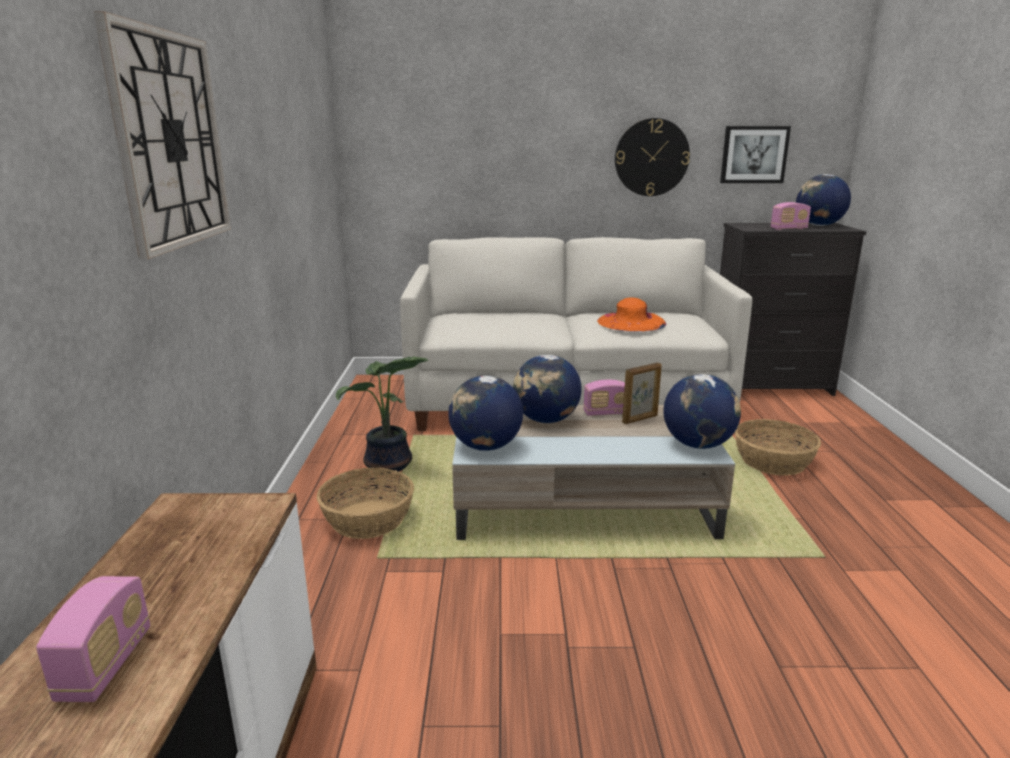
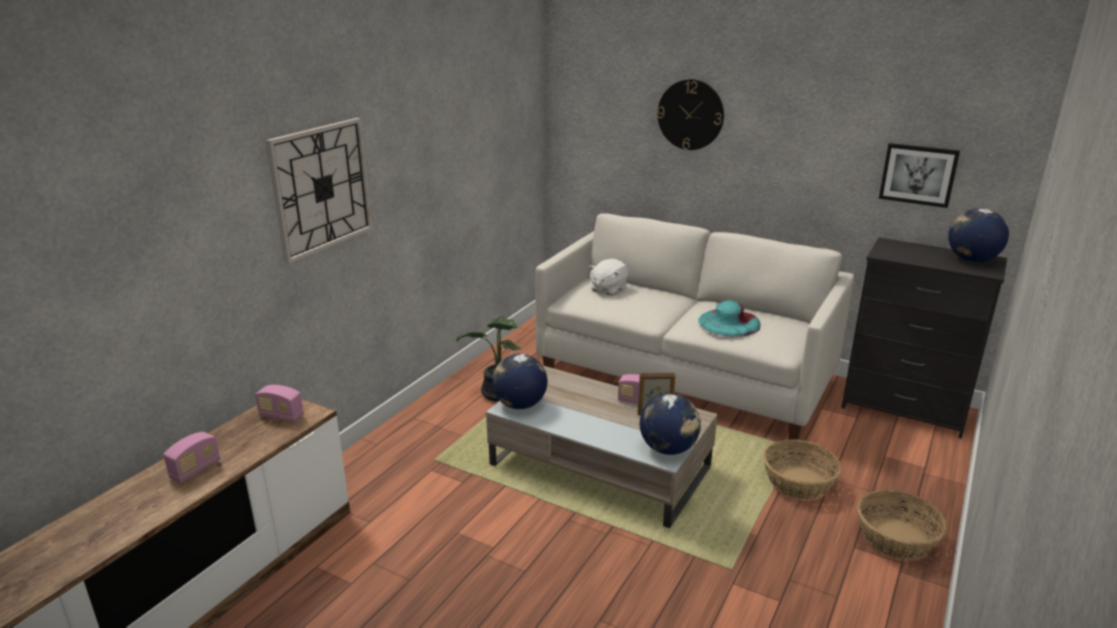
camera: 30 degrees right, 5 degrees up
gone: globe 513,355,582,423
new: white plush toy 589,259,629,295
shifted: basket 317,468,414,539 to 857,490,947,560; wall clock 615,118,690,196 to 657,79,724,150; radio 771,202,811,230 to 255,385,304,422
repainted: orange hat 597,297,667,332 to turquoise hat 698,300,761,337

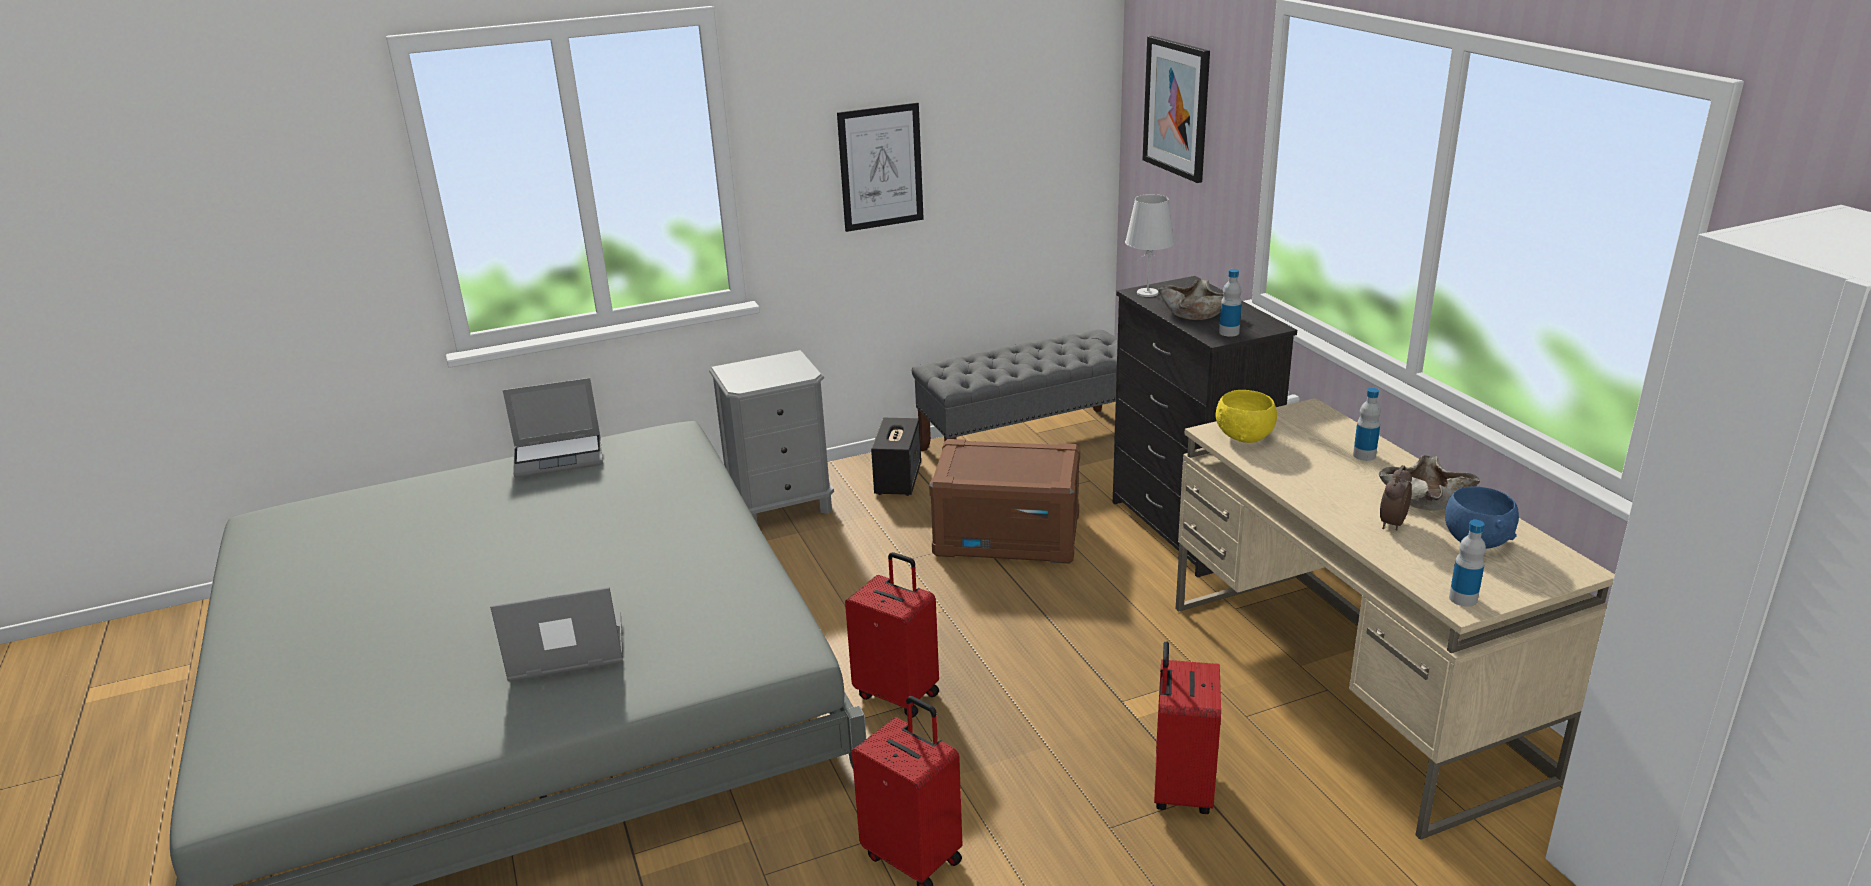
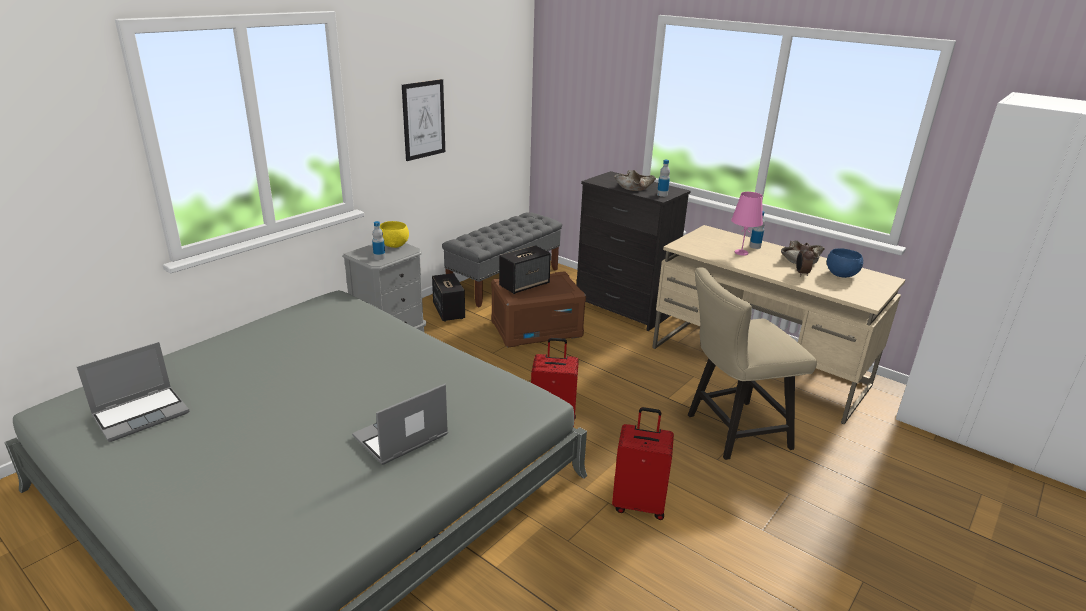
camera: 30 degrees left, 0 degrees up
gone: white table lamp 1125,194,1175,297; picture 1143,36,1210,183
new: speaker 499,246,551,294; pink table lamp 731,192,763,256
shifted: laptop 503,378,603,478 to 77,342,189,442; yellow bowl 1216,390,1277,443 to 380,221,409,248; bottle 1449,520,1486,607 to 372,221,385,260
swapped: red suitcase 1154,641,1221,814 to beige chair 688,268,817,460

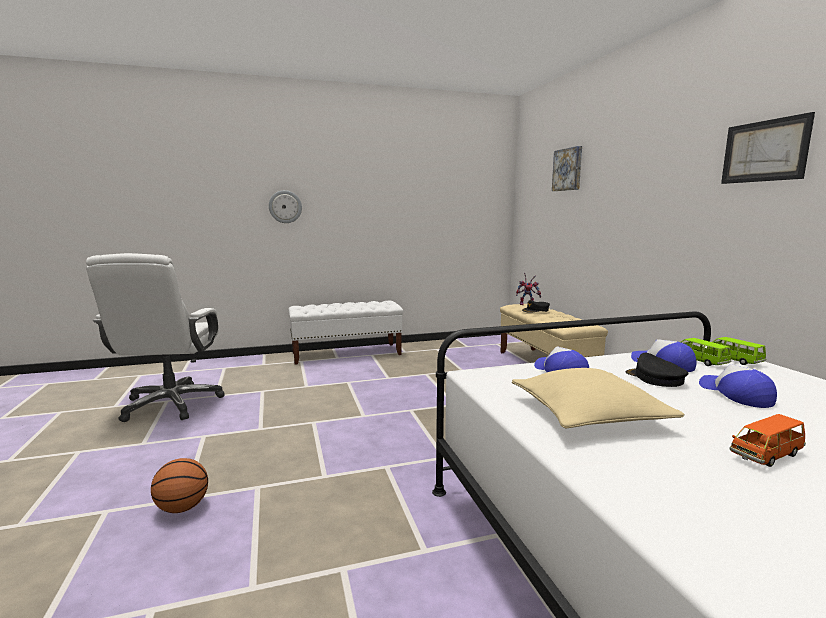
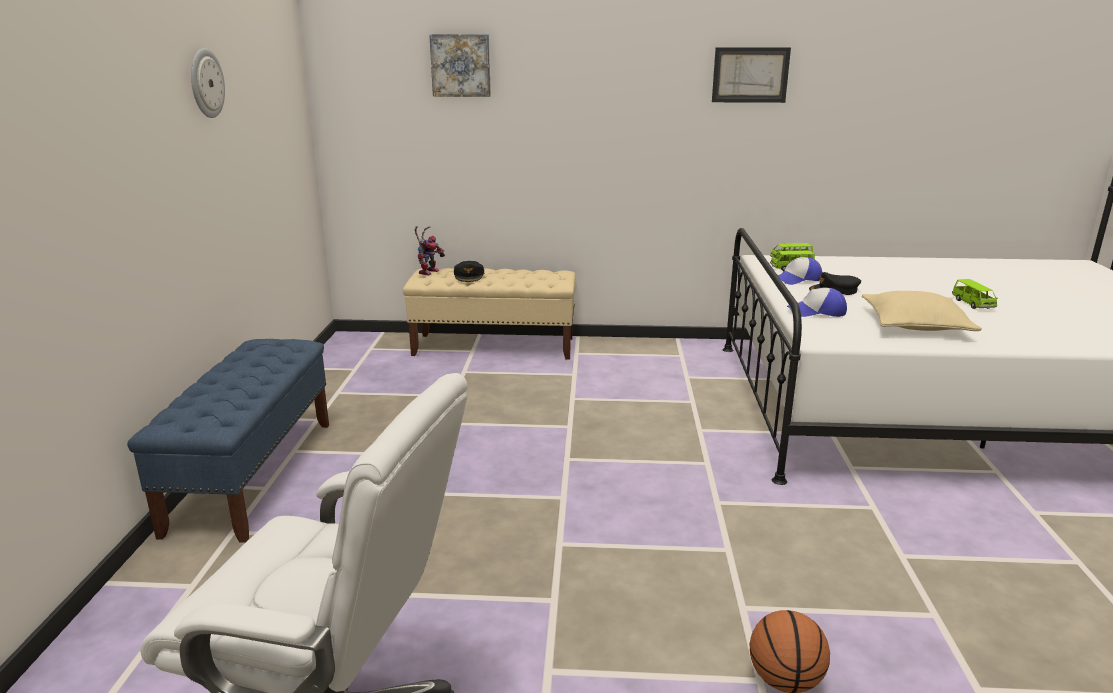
camera: 70 degrees left, 10 degrees up
gone: cap 699,364,777,408
shifted: wall clock 269,190,302,223 to 191,48,225,118
repainted: white bench 288,301,403,365 to blue bench 127,339,329,543; orange toy car 729,414,806,467 to green toy car 952,279,997,309

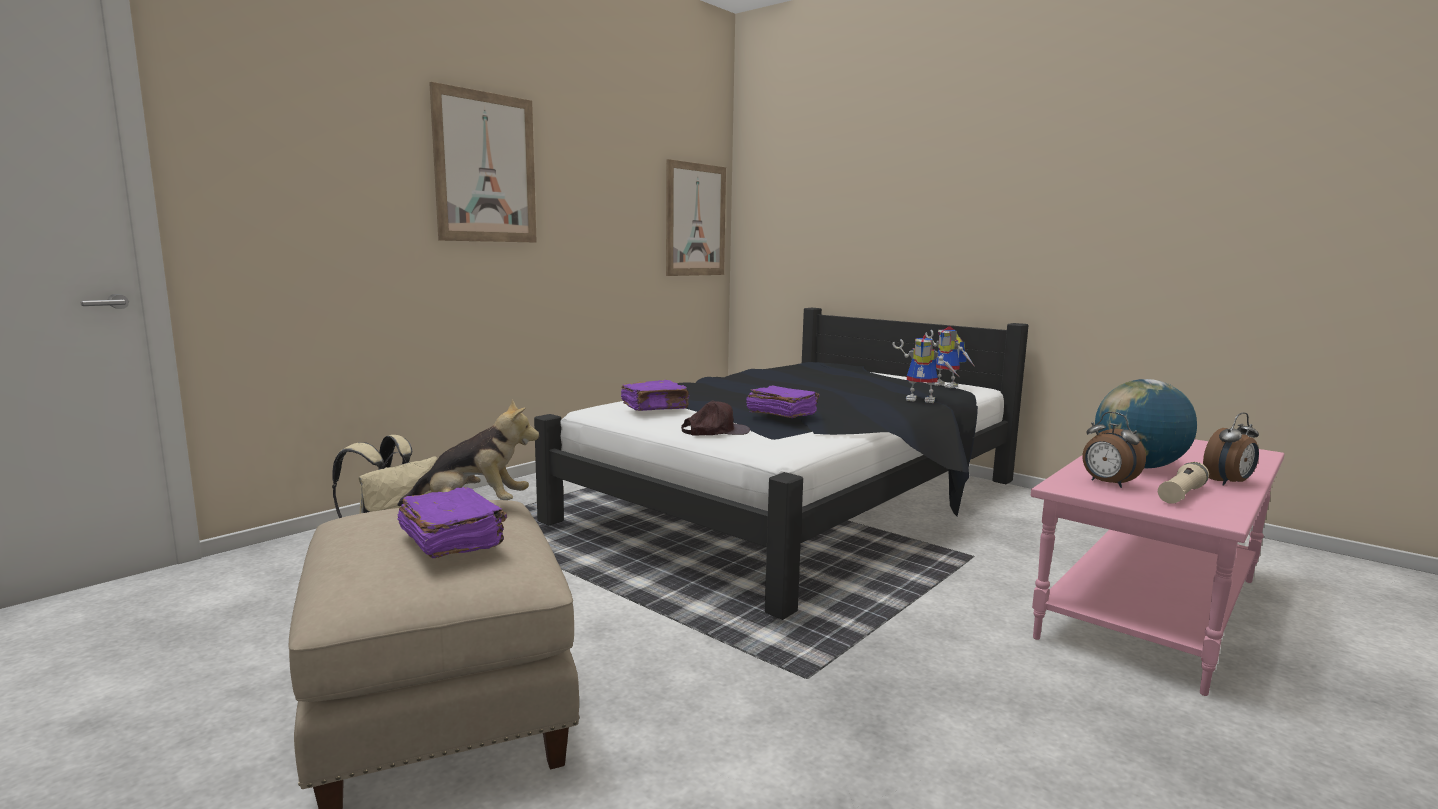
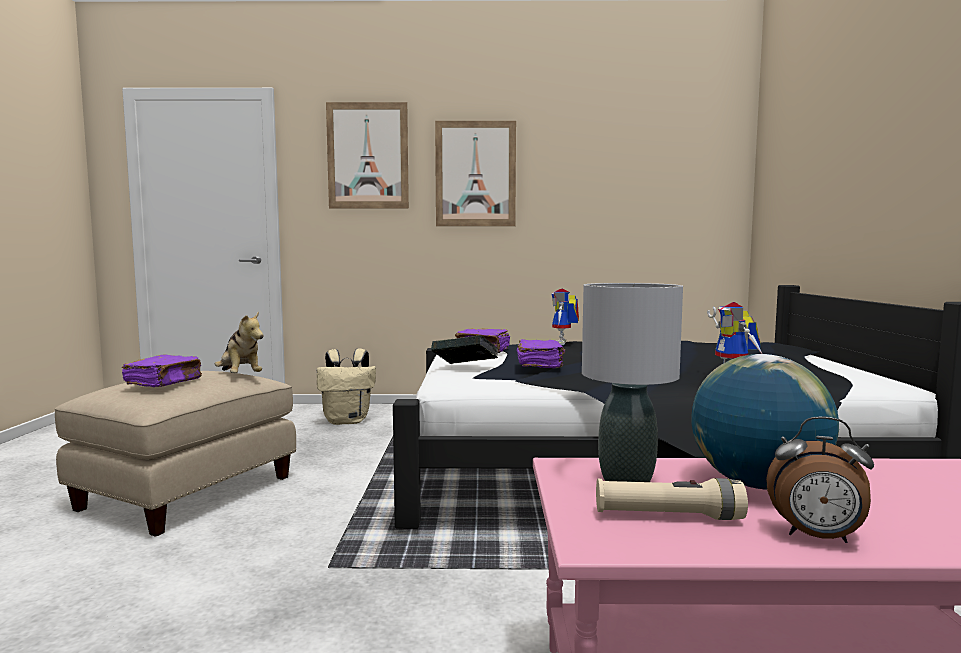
camera: 50 degrees right, 5 degrees down
shifted: picture 666,159,726,276 to 326,102,409,209; toy robot 925,326,975,388 to 552,289,579,345
swapped: brown cap 681,400,750,435 to book 431,335,498,364; alarm clock 1083,412,1146,488 to grey table lamp 582,283,683,482

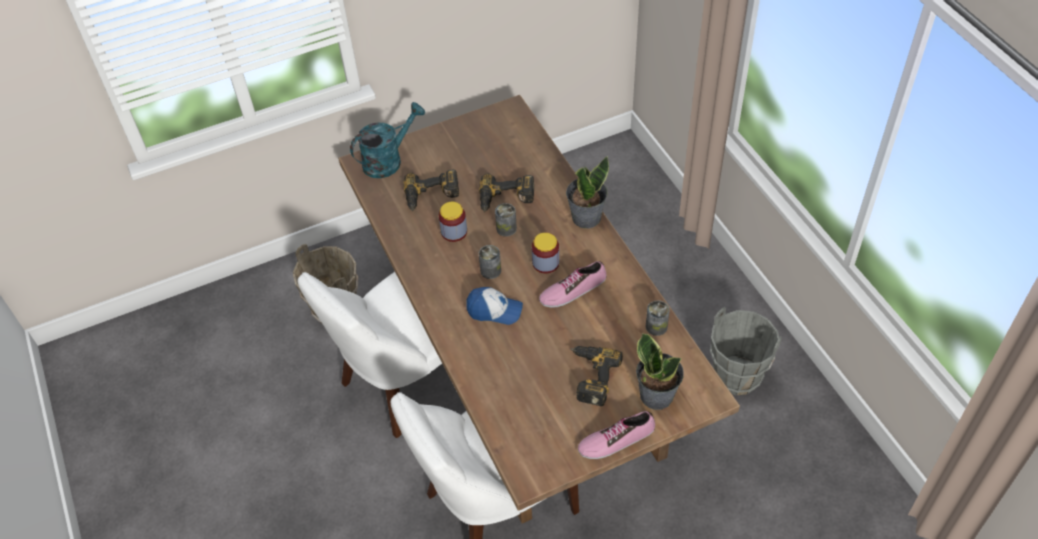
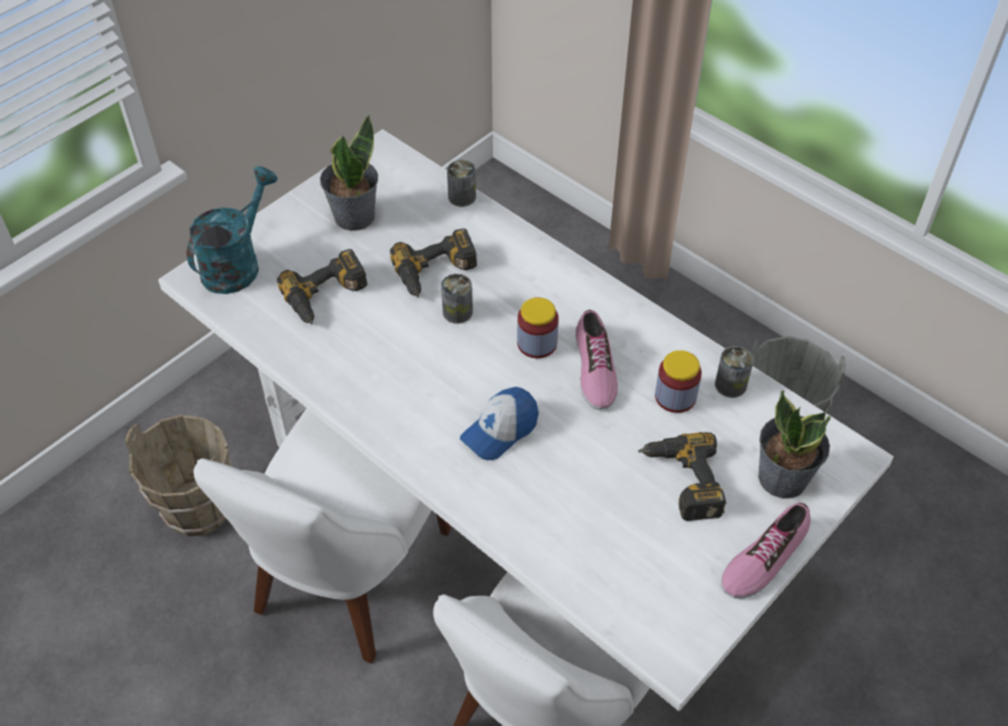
camera: 25 degrees left, 0 degrees up
shifted: jar 439,202,467,242 to 655,350,702,413; can 479,245,501,279 to 447,160,476,207; potted plant 566,156,609,229 to 320,115,378,231
repainted: brown dining table 338,95,740,523 to white dining table 158,129,894,711
rotated: cap 467,287,523,325 = 460,387,539,460 150 degrees clockwise; shoe 539,261,607,308 = 576,310,618,410 45 degrees counterclockwise

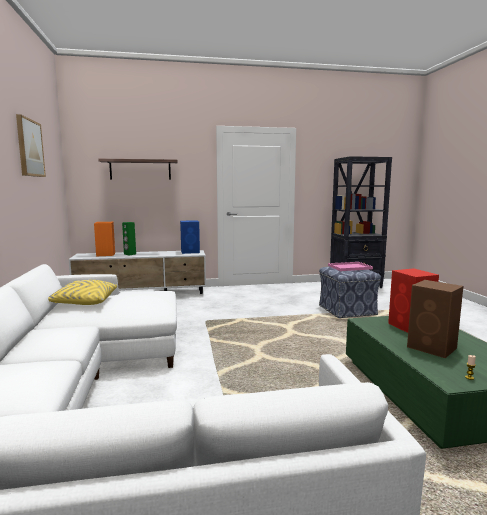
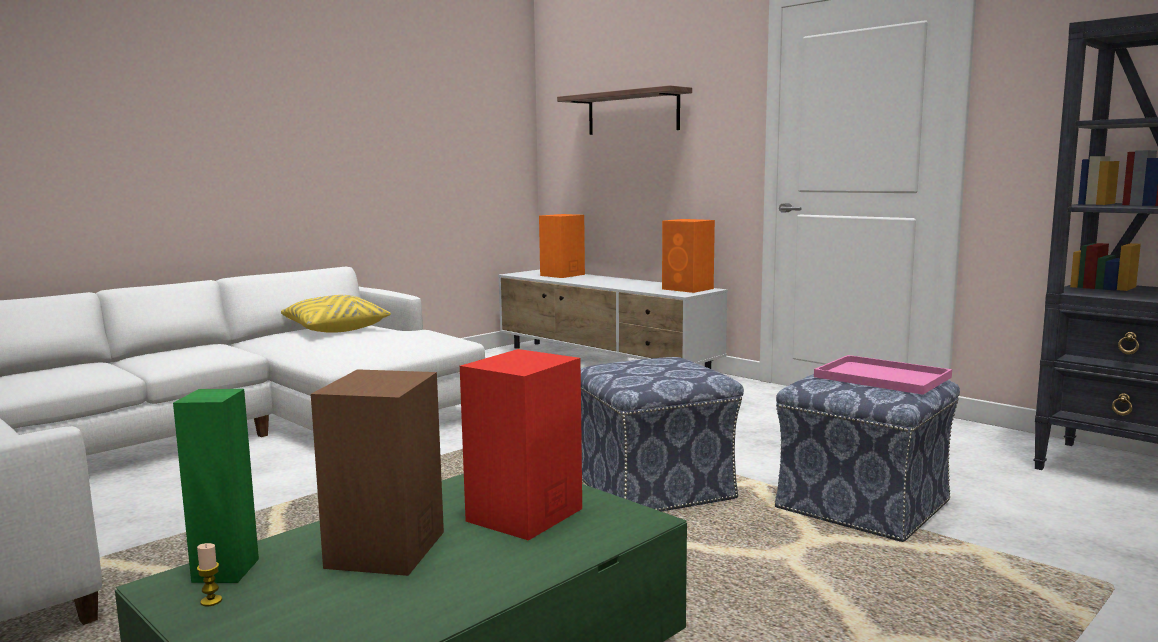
camera: 55 degrees right, 0 degrees up
gone: picture 16,114,46,177
new: ottoman 581,357,744,512
shifted: green speaker 122,222,136,256 to 173,389,259,583
repainted: blue speaker 180,220,200,254 to orange speaker 662,219,715,293

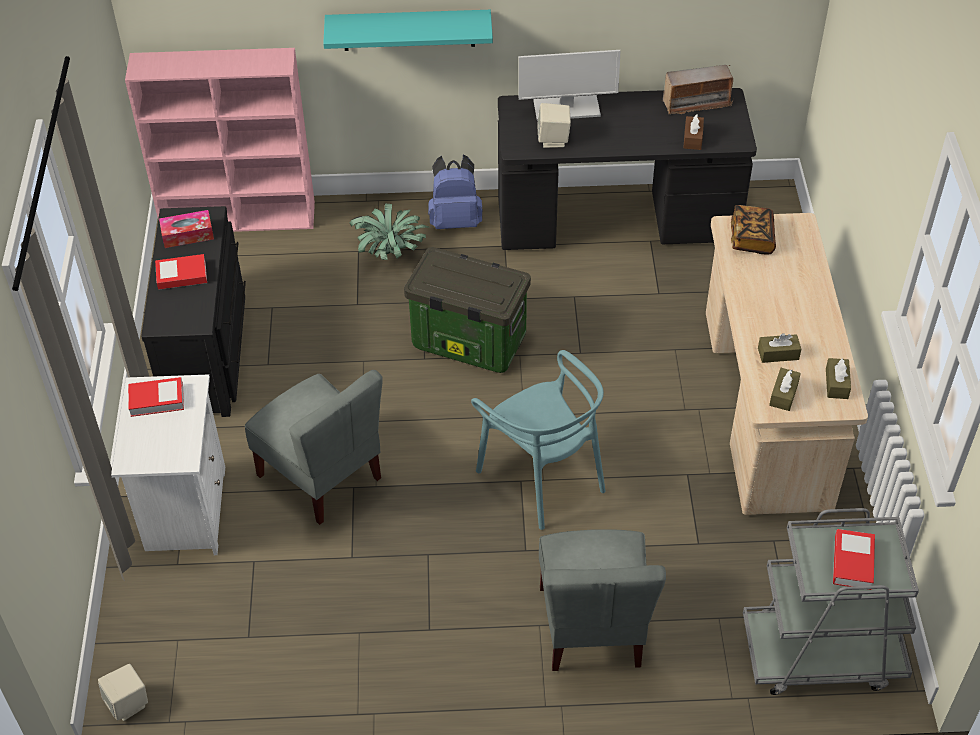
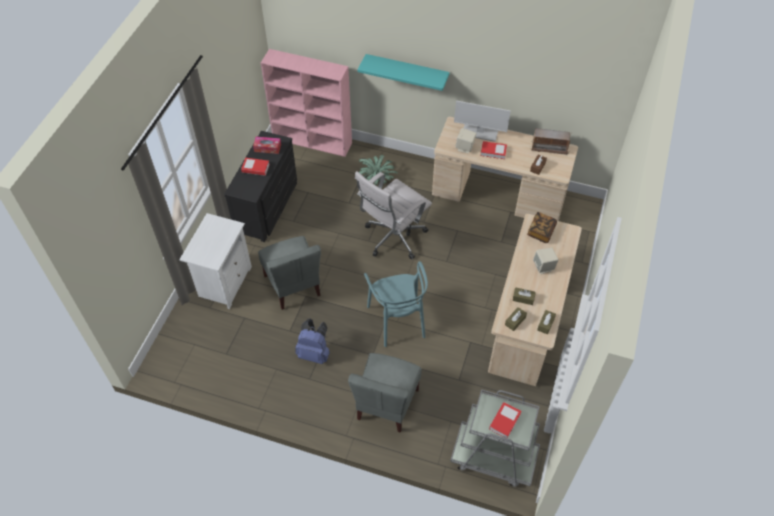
camera: 20 degrees right, 5 degrees up
shifted: beige speaker 98,664,148,721 to 533,248,558,274; book 128,377,184,417 to 480,141,507,159; blue backpack 428,155,483,229 to 295,319,330,364
swapped: storage box 404,247,531,373 to white office chair 355,171,432,259
repainted: black desk 498,88,757,250 to beige desk 432,117,578,221

